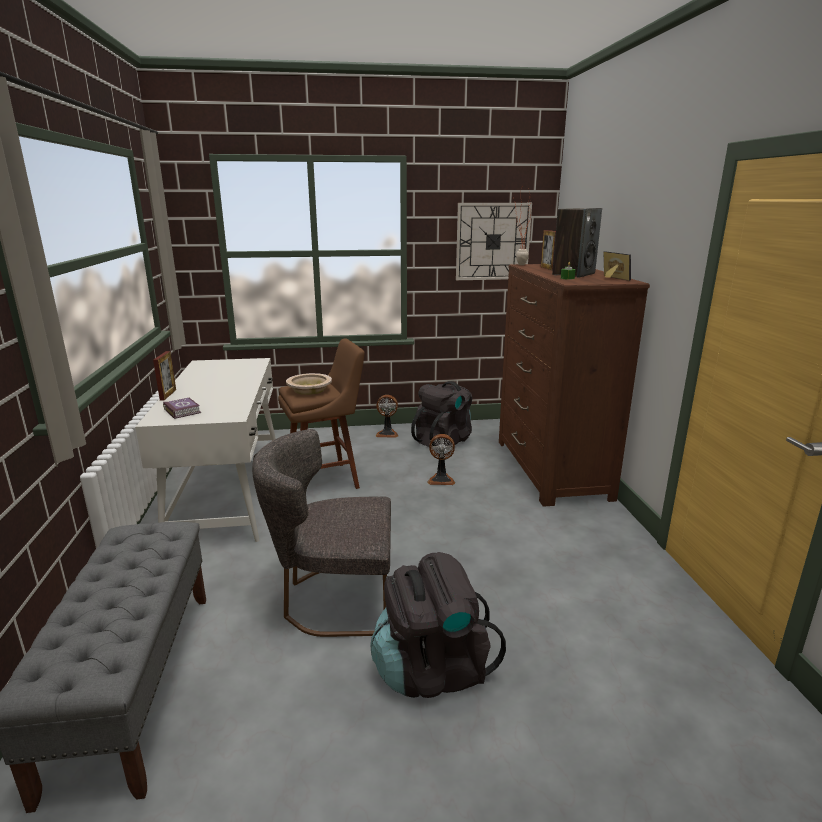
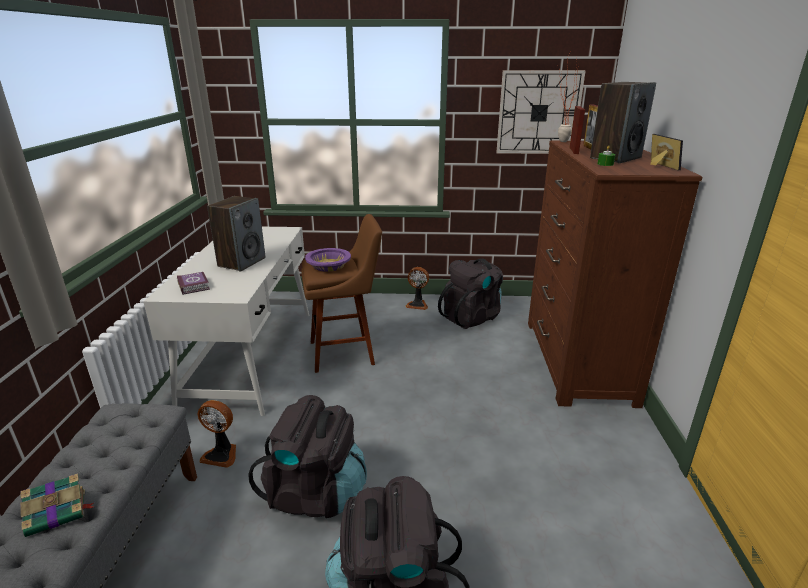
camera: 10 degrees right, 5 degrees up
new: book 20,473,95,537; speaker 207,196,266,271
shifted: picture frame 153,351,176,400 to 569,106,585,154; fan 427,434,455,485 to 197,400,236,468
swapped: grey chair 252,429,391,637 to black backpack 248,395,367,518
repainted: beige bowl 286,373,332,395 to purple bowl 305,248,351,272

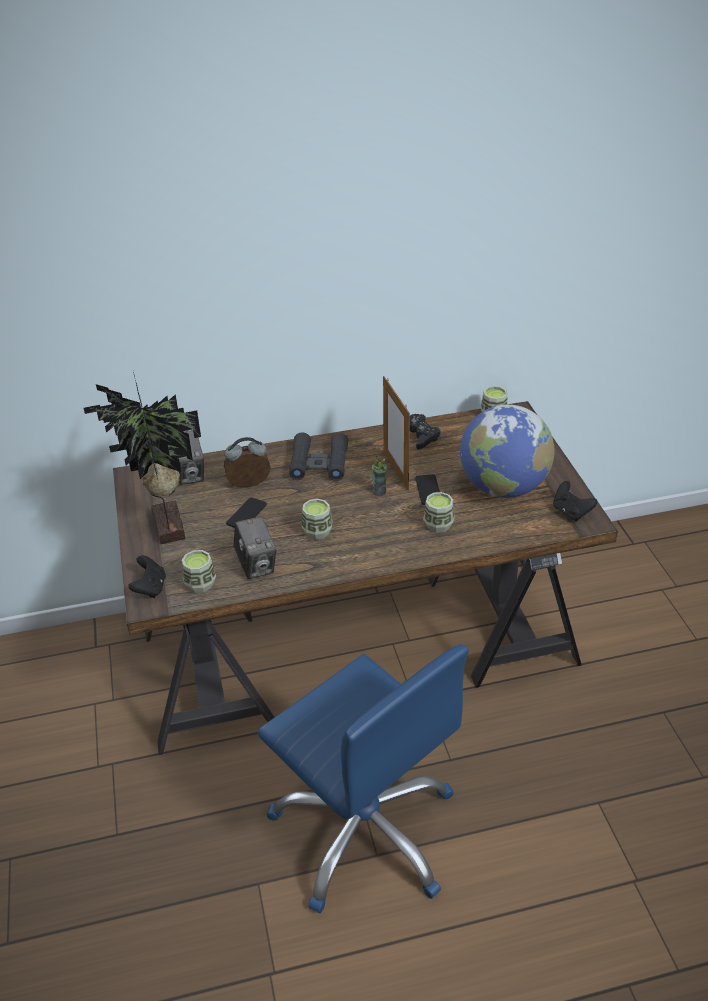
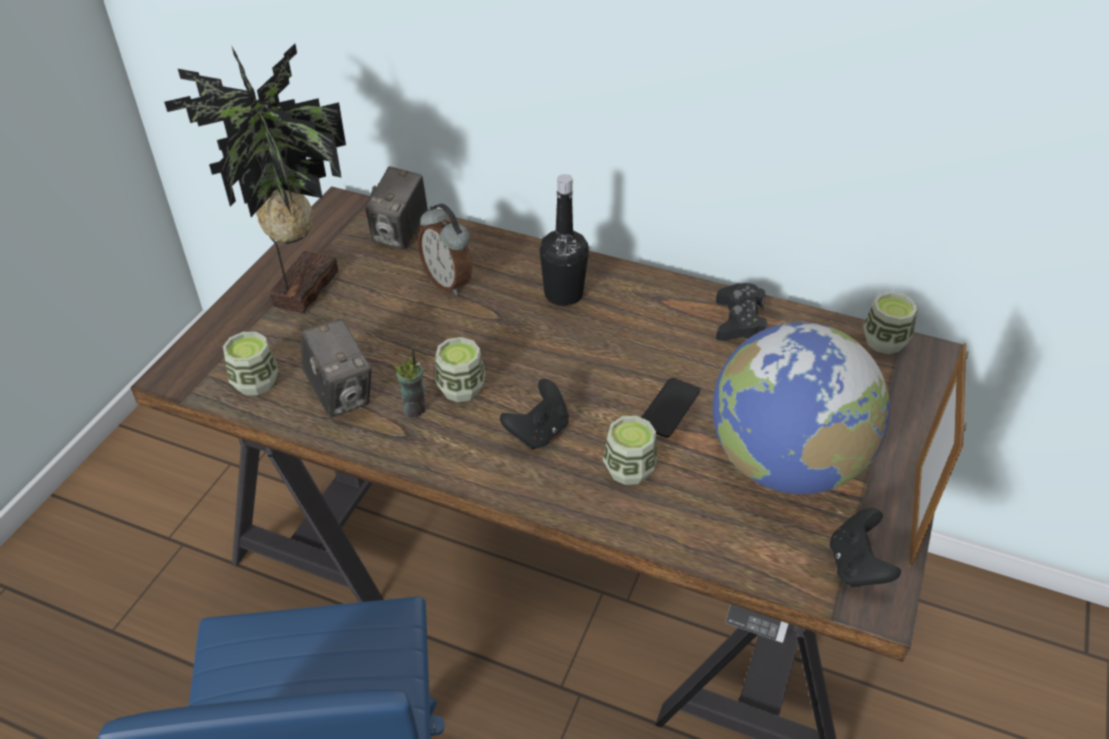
camera: 35 degrees right, 5 degrees up
gone: phone 226,497,267,528
shifted: black game controller 128,555,166,598 to 500,379,569,450; cup 372,453,387,496 to 394,348,426,418; picture frame 383,376,410,491 to 909,343,968,567
swapped: black binoculars 289,433,348,481 to black bottle 540,174,589,306
rotated: alarm clock 224,437,271,488 = 418,204,472,295 150 degrees counterclockwise; photo camera 234,516,276,579 = 301,319,372,418 45 degrees counterclockwise

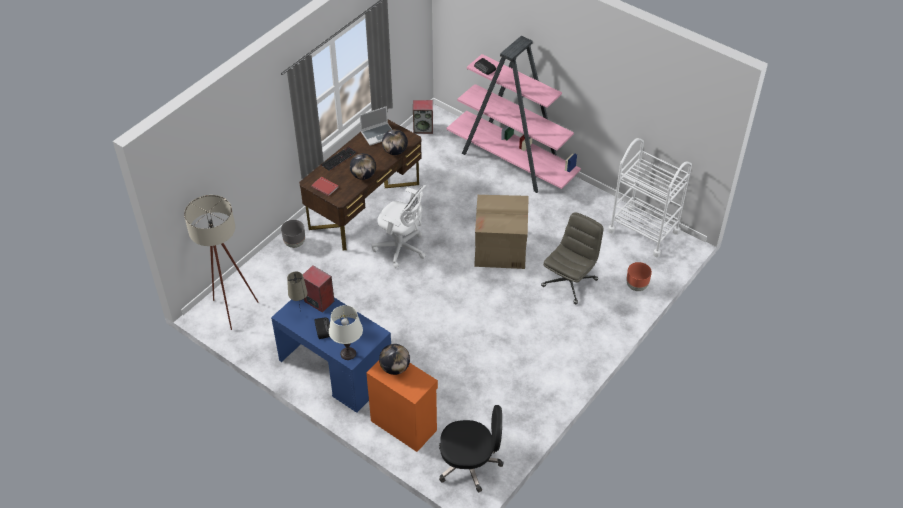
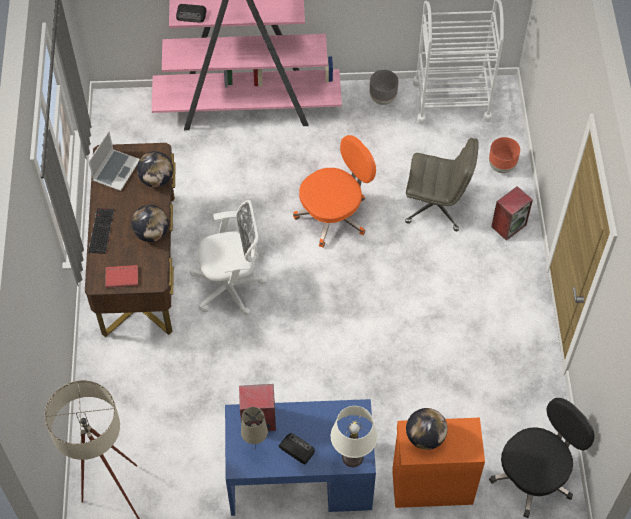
camera: 40 degrees left, 10 degrees up
shifted: grey planter 281,220,305,248 to 370,70,399,105; speaker 413,100,433,134 to 491,186,533,241
swapped: cardboard box 474,195,529,269 to orange office chair 293,135,376,248
rotated: grey office chair 541,212,603,304 = 405,138,479,231 105 degrees clockwise

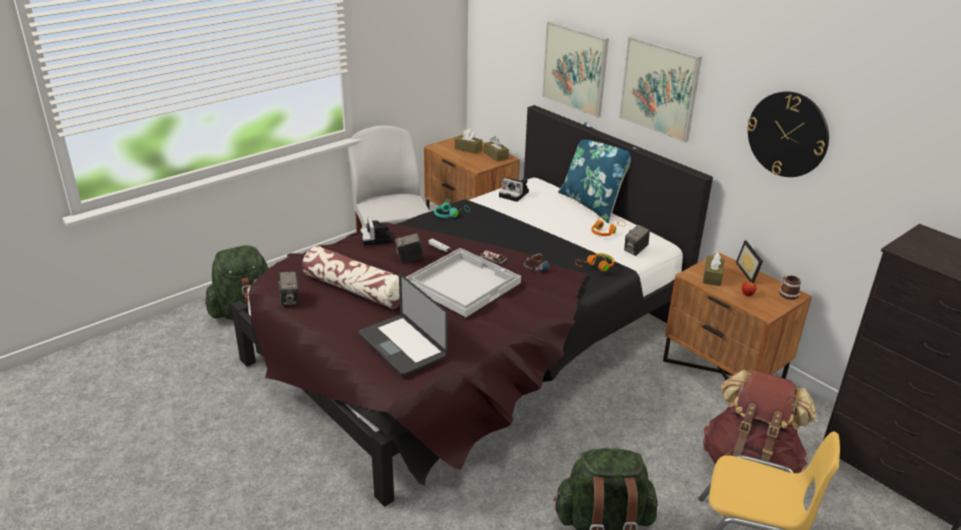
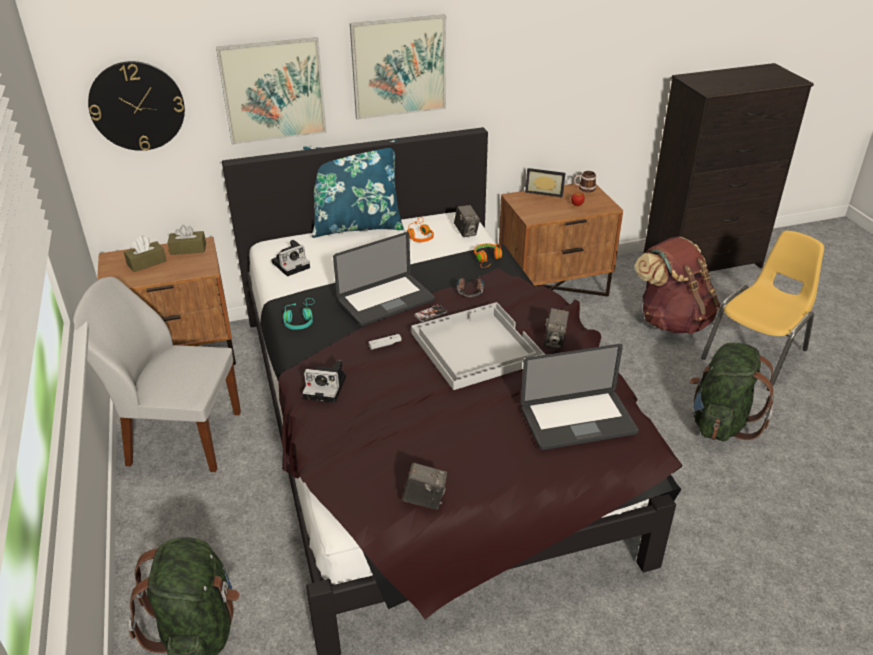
camera: 65 degrees left, 5 degrees up
gone: pillow 302,246,400,308; brown tissue box 703,252,725,286
new: laptop 333,232,435,326
shifted: photo camera 395,233,424,263 to 544,308,569,349; wall clock 747,91,829,177 to 88,61,185,151

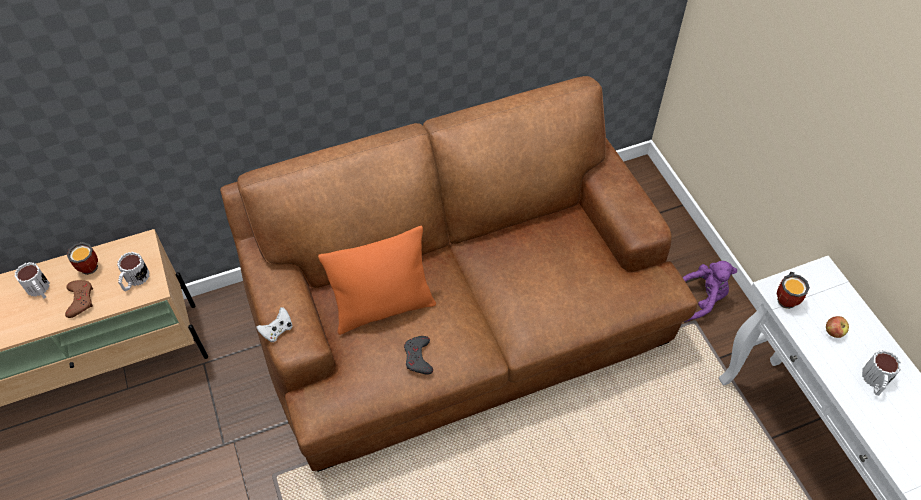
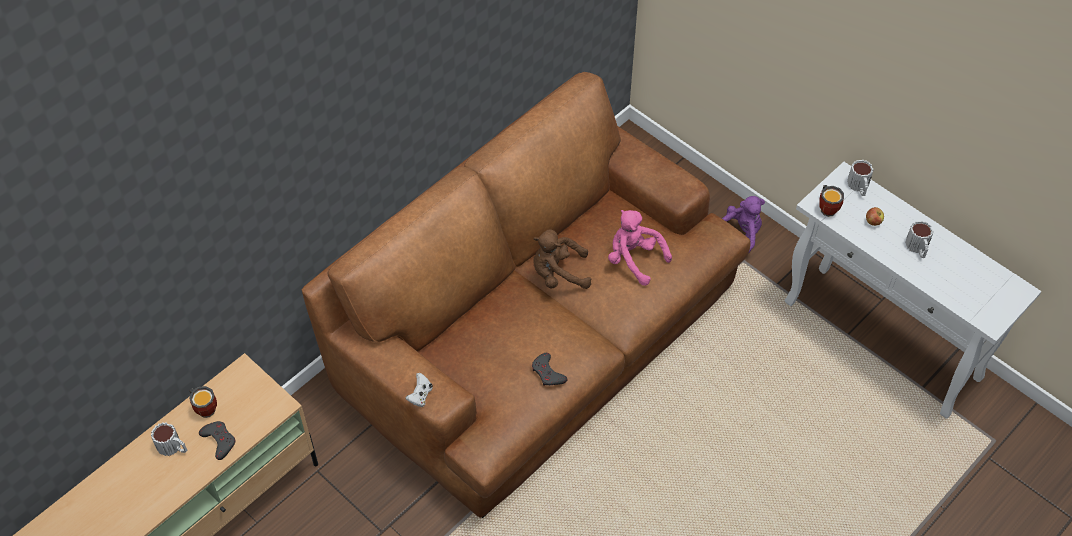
camera: 25 degrees left, 0 degrees up
gone: orange pillow 318,226,436,335
new: brown plush toy 533,229,592,289; pink plush toy 608,210,672,286
shifted: mug 117,252,150,291 to 847,160,873,196
repainted: brown game controller 65,280,93,318 to grey game controller 199,421,235,460

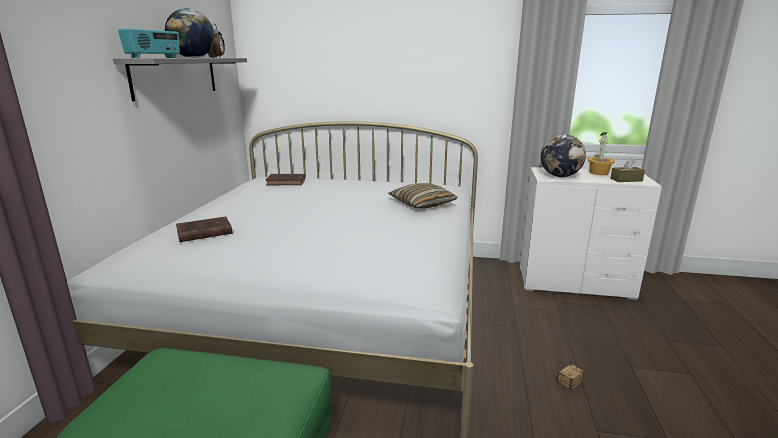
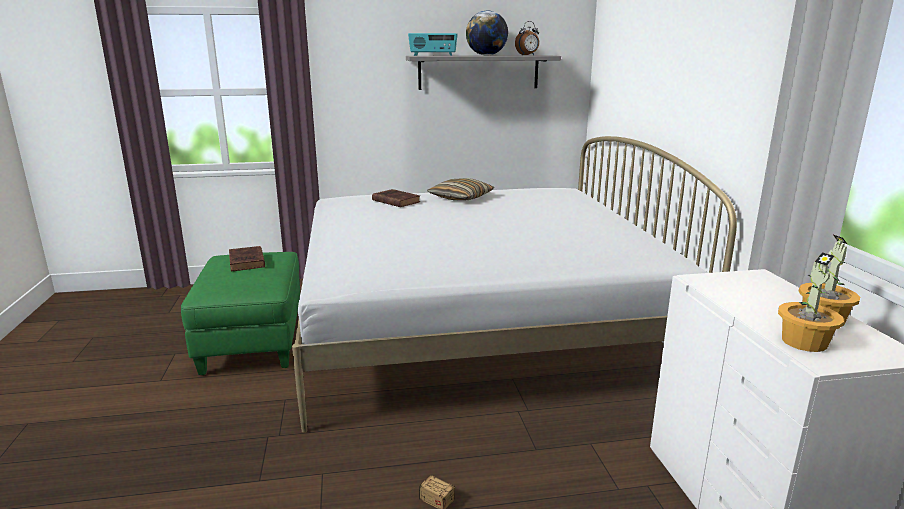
camera: 70 degrees right, 0 degrees up
gone: globe 541,134,586,177
shifted: brown book 266,174,305,185 to 229,246,265,271; pillow 388,183,458,208 to 427,178,494,201
swapped: brown tissue box 610,158,645,182 to potted plant 778,252,844,352

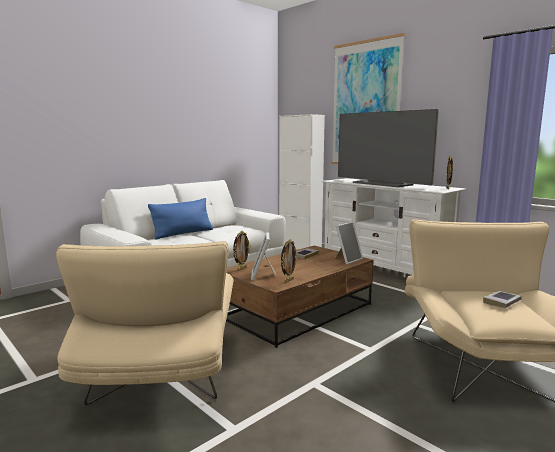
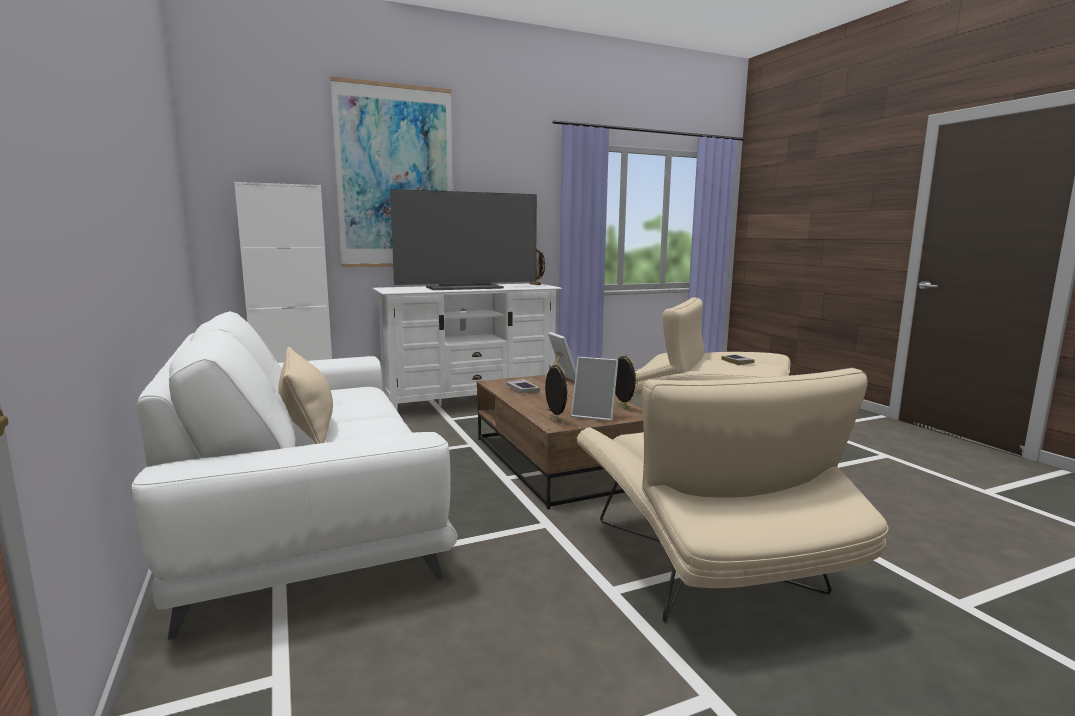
camera: 70 degrees left, 0 degrees up
repainted: blue pillow 148,198,213,240 to beige pillow 278,347,333,444
rotated: beige armchair 56,241,234,405 = 576,368,888,622 60 degrees clockwise

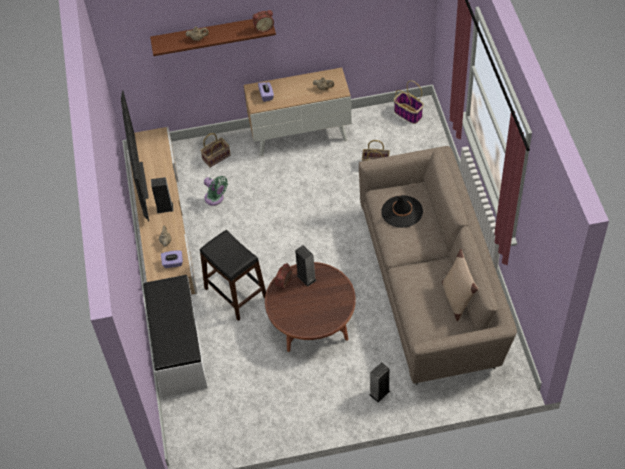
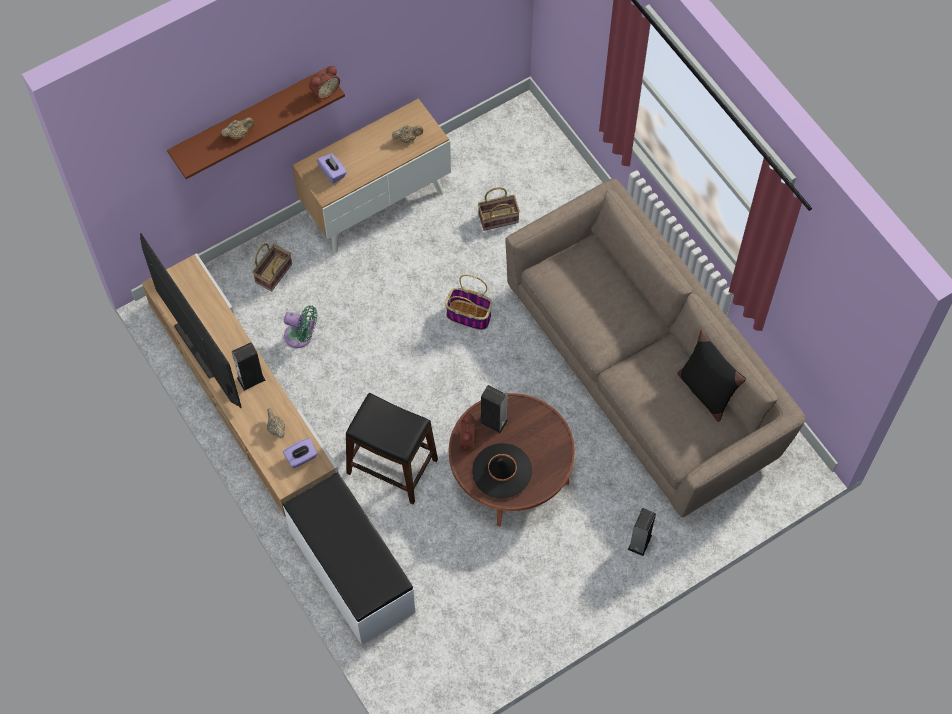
camera: 25 degrees left, 10 degrees up
shifted: black hat 381,195,423,228 to 472,443,532,498; basket 394,80,424,124 to 445,275,492,330
repainted: beige pillow 442,249,478,321 to black pillow 678,330,746,422

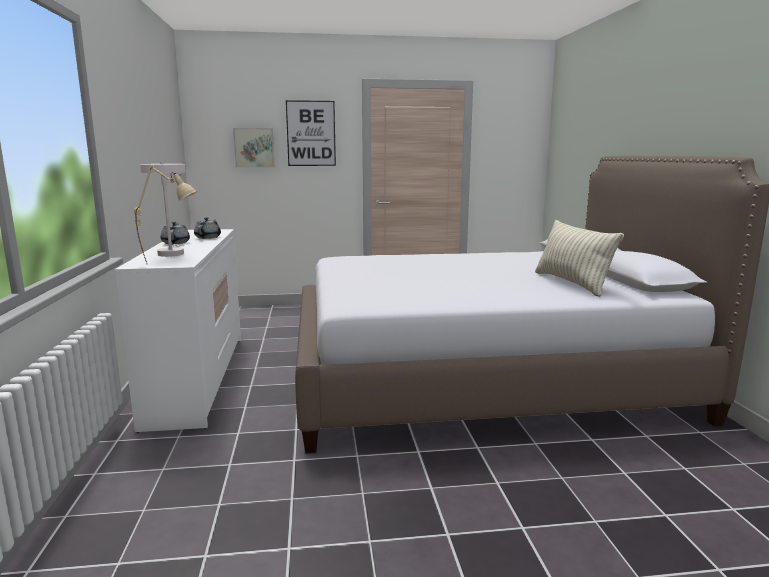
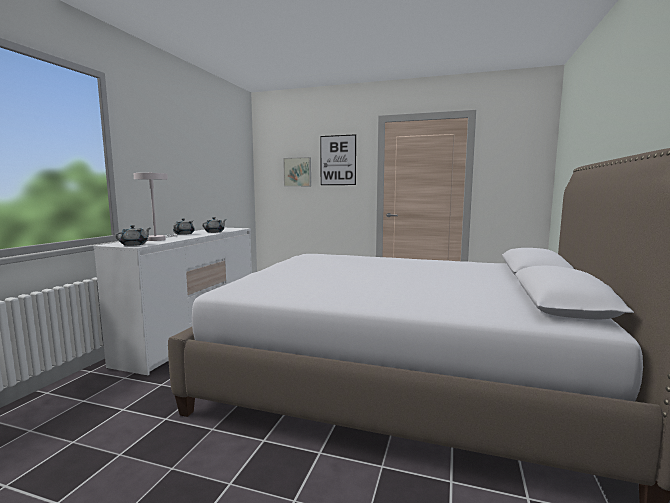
camera: 25 degrees right, 5 degrees down
gone: pillow 535,220,624,297
swapped: beige table lamp 134,165,197,265 to grey teapot 115,225,150,246

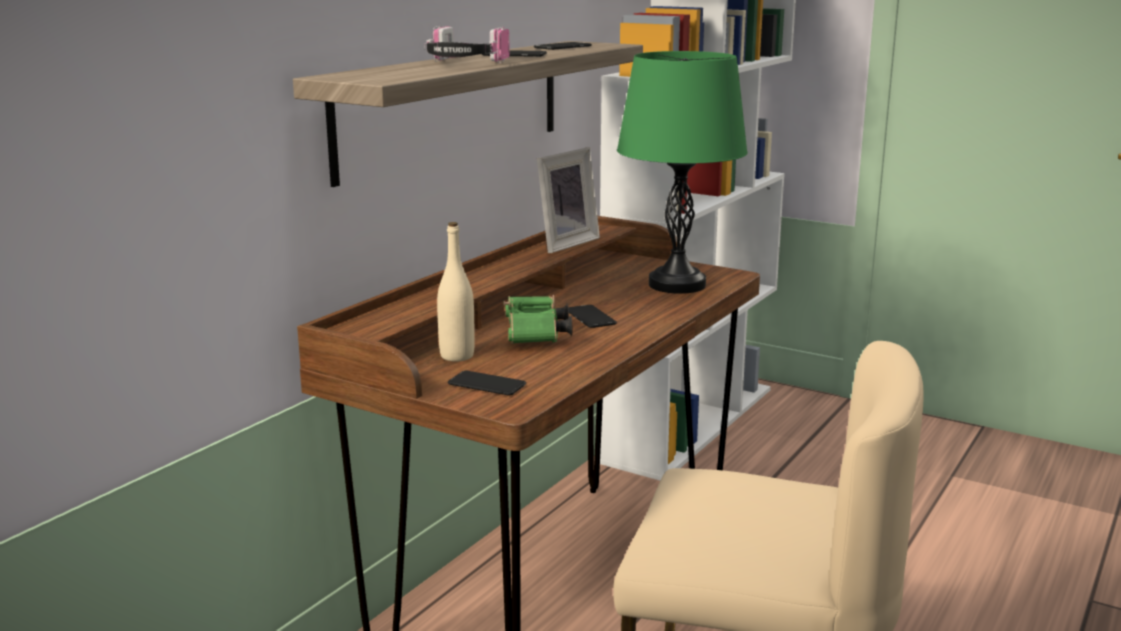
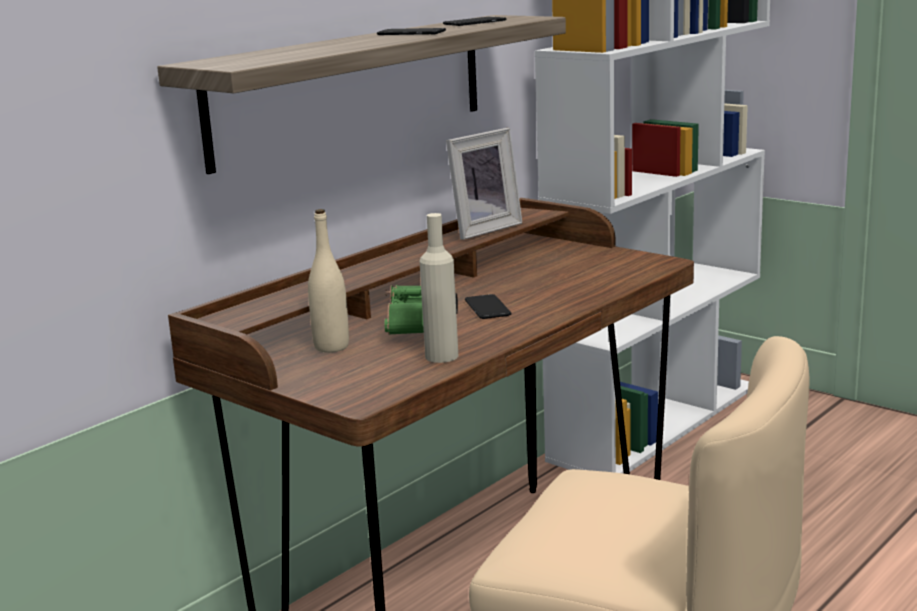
camera: 10 degrees right, 0 degrees up
gone: headphones 424,26,510,63; phone 448,371,526,395; green table lamp 617,51,748,294
new: beige bottle 419,213,458,363

